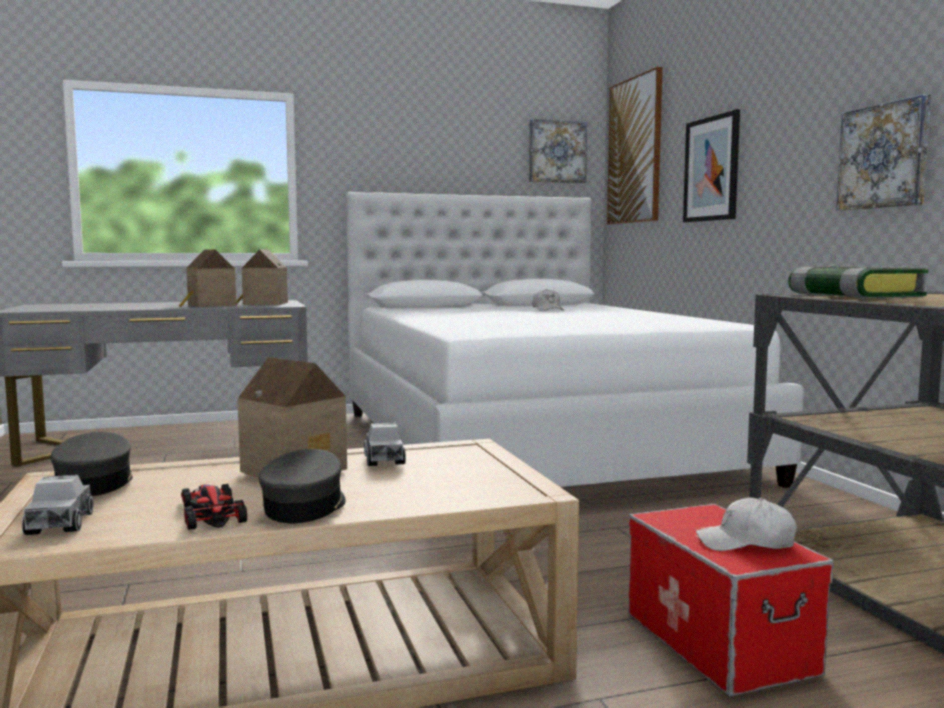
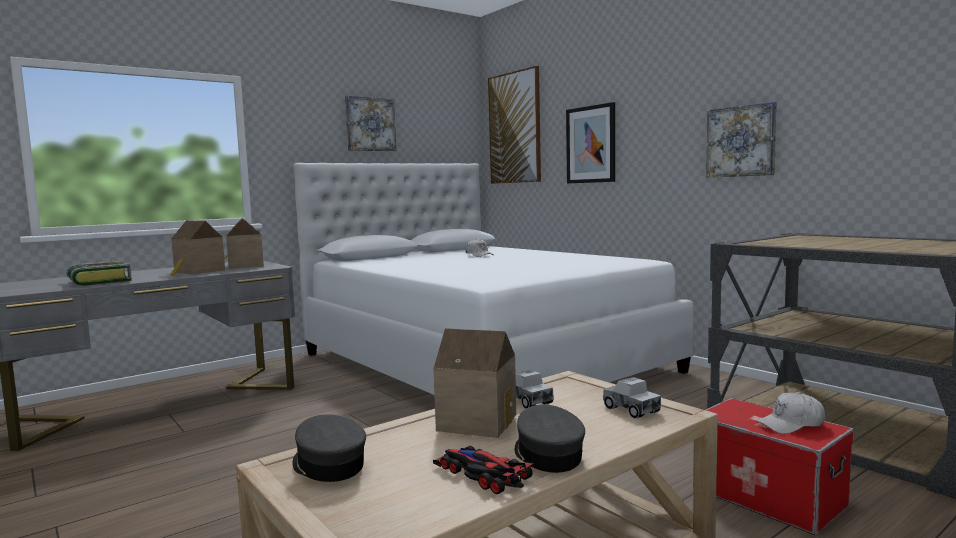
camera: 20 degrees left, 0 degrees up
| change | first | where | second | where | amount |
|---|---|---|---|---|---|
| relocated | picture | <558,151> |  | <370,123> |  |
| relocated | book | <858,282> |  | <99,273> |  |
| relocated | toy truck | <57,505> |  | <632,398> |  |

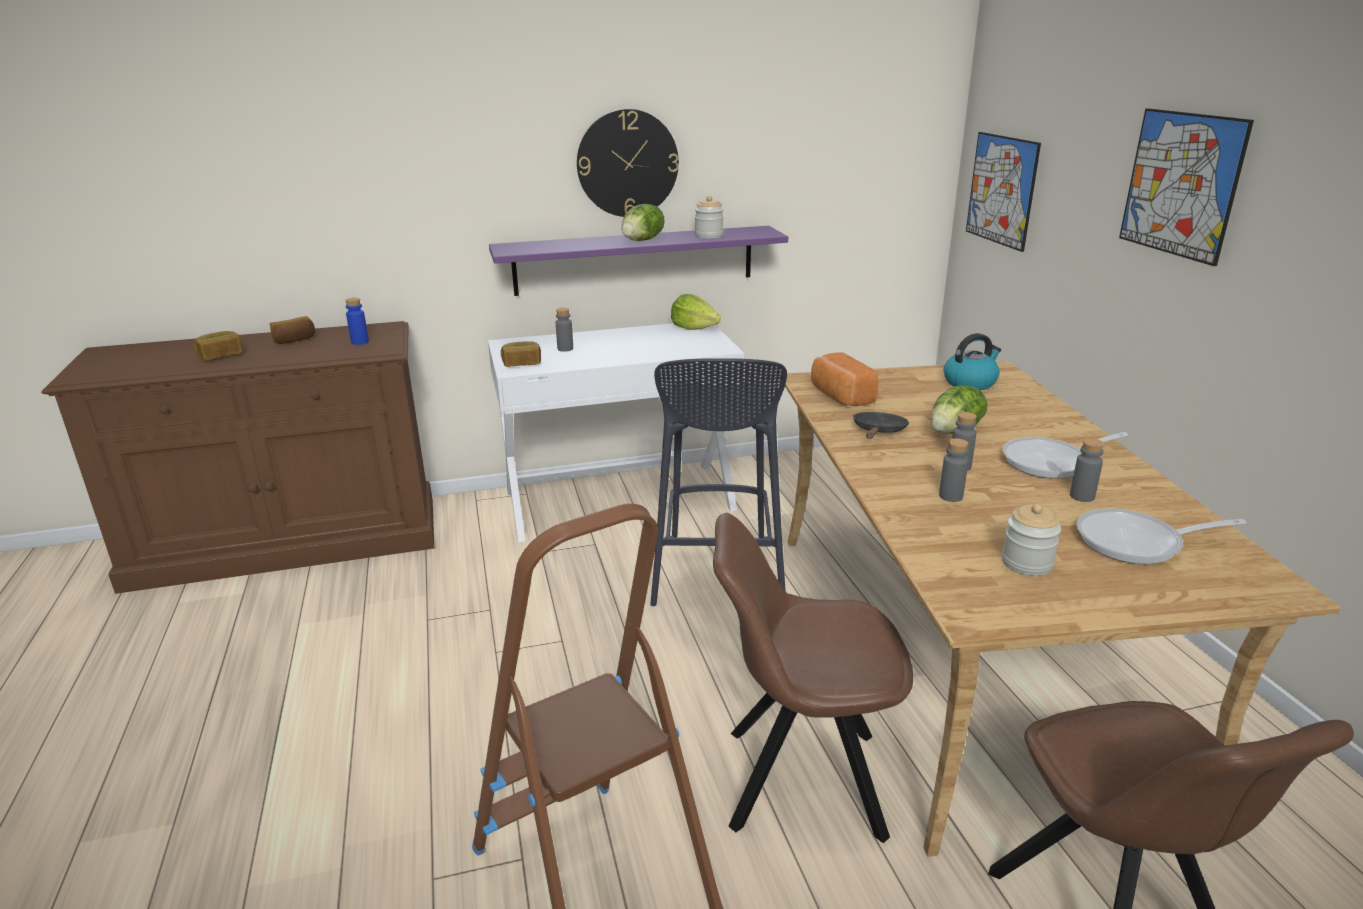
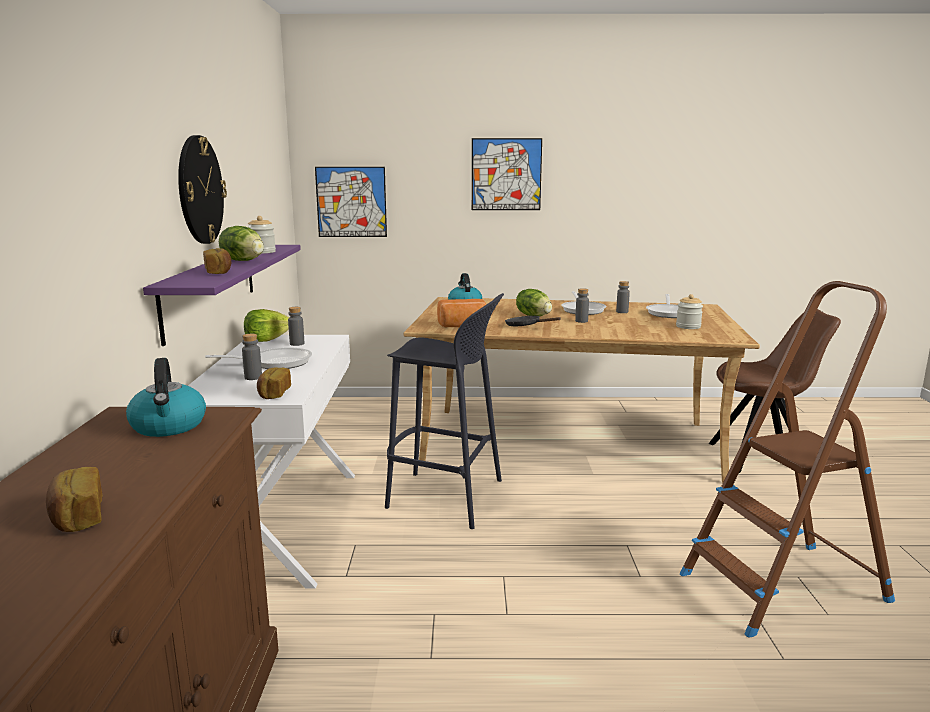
camera: 75 degrees left, 10 degrees down
| change | first | where | second | where | amount |
|---|---|---|---|---|---|
| exchanged | blue bottle | <357,321> | kettle | <166,397> |  |
| relocated | bread | <292,330> |  | <217,261> |  |
| relocated | grey bottle | <953,470> |  | <296,326> |  |
| missing | brown chair | <813,678> |  |  |  |
| appeared |  |  | frying pan | <258,358> |  |

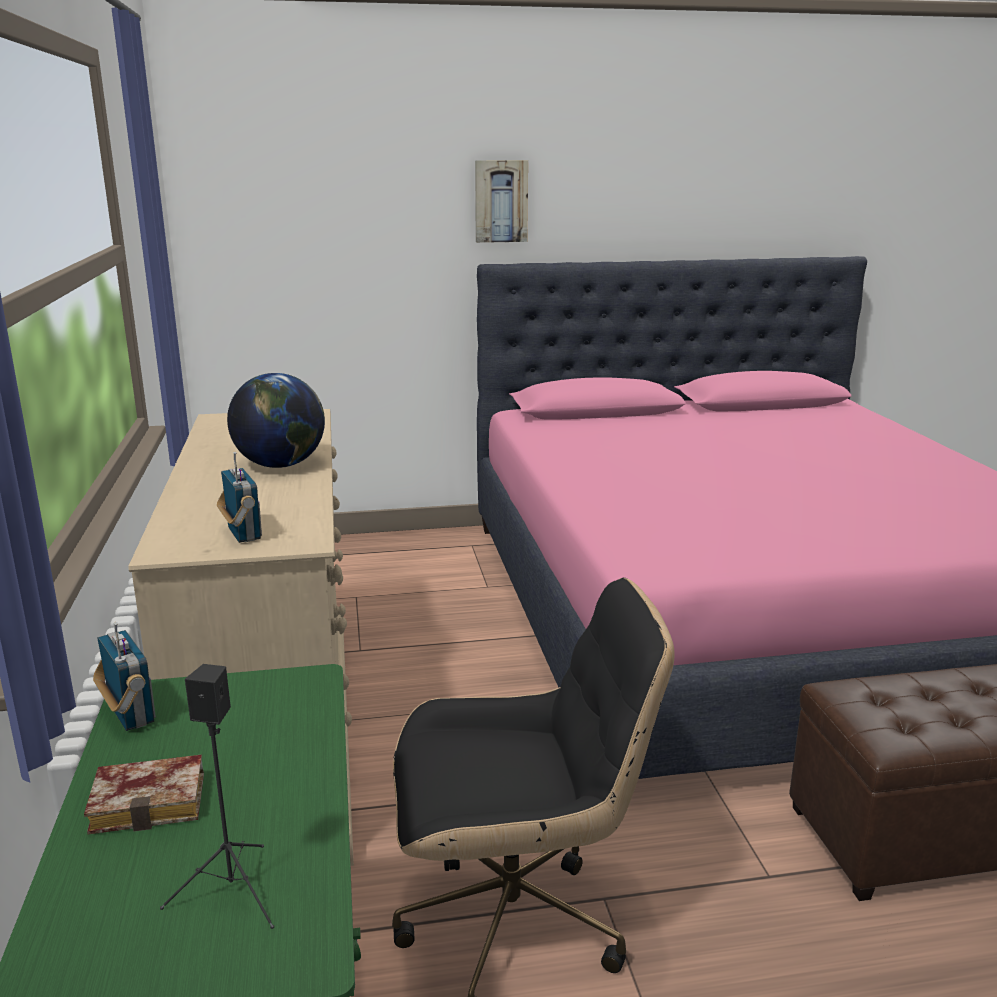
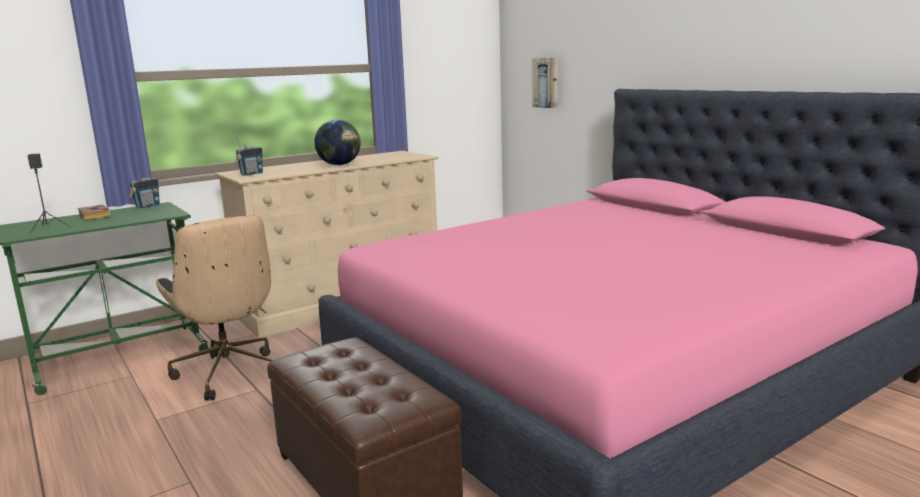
camera: 65 degrees right, 5 degrees down
| change | first | where | second | where | amount |
|---|---|---|---|---|---|
| relocated | picture | <501,201> |  | <545,83> |  |

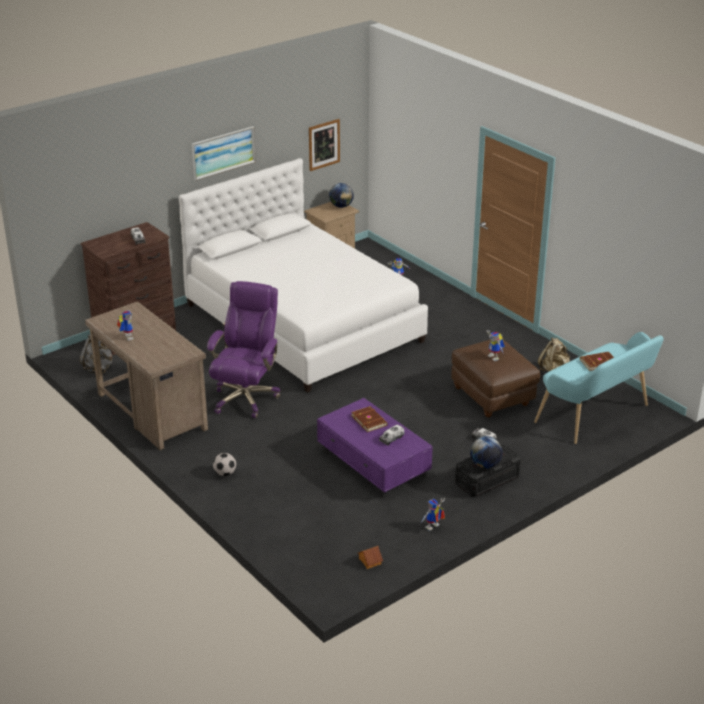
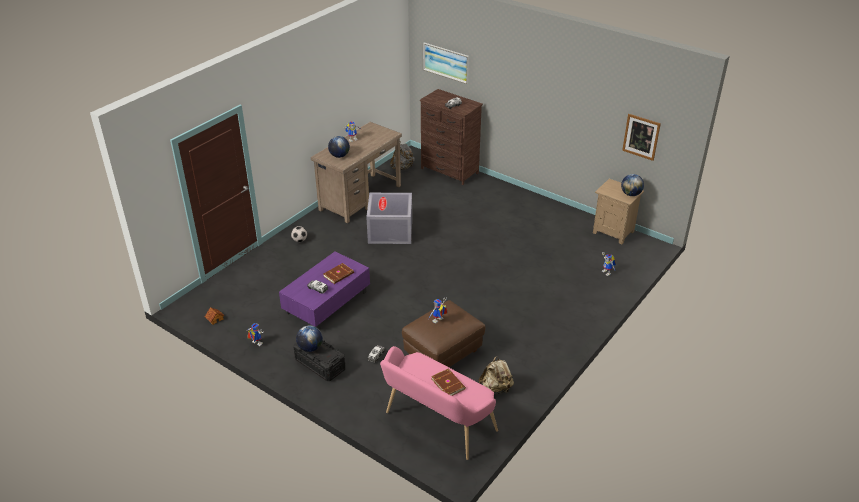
camera: 75 degrees right, 5 degrees up
| change | first | where | second | where | amount |
|---|---|---|---|---|---|
| relocated | picture | <224,153> |  | <446,63> |  |
| missing | white bed | <303,275> |  |  |  |
| exchanged | purple office chair | <243,349> | grey storage box | <389,218> |  |
| colour | turquoise bench | <599,388> | pink bench | <439,403> |  |
| appeared |  |  | globe | <339,147> |  |

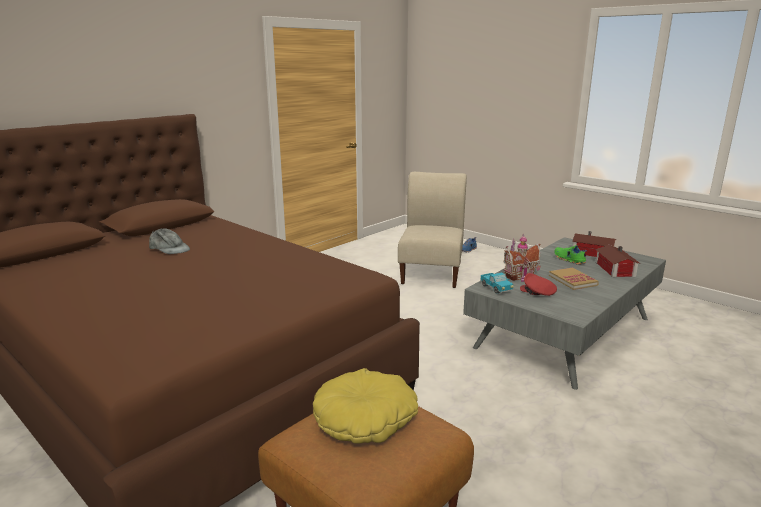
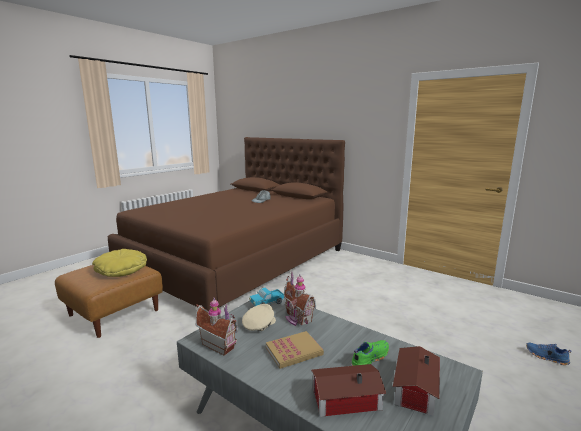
camera: 85 degrees right, 5 degrees down
| change | first | where | second | where | amount |
|---|---|---|---|---|---|
| missing | beige chair | <432,230> |  |  |  |
| colour | red cap | <538,284> | beige cap | <259,317> |  |
| appeared |  |  | toy house | <217,326> |  |

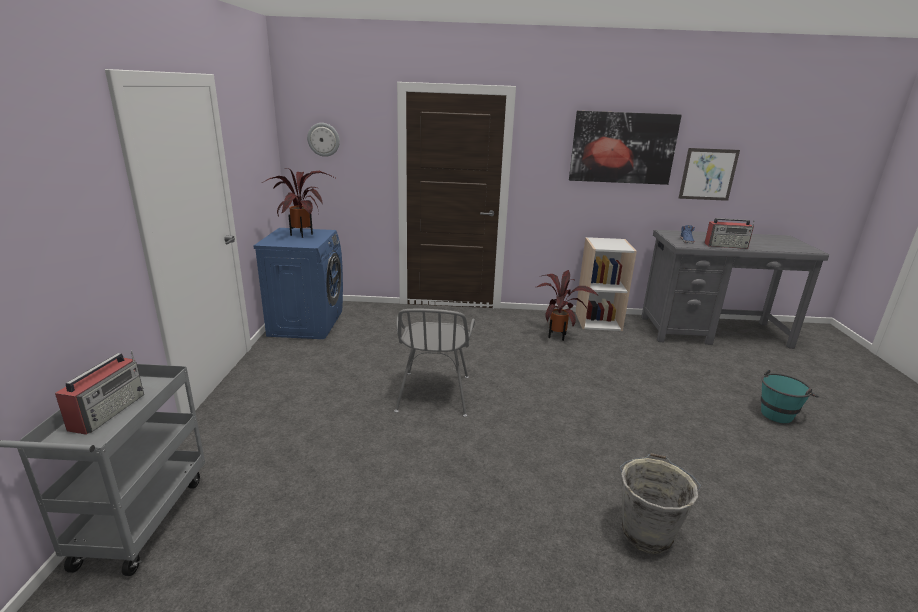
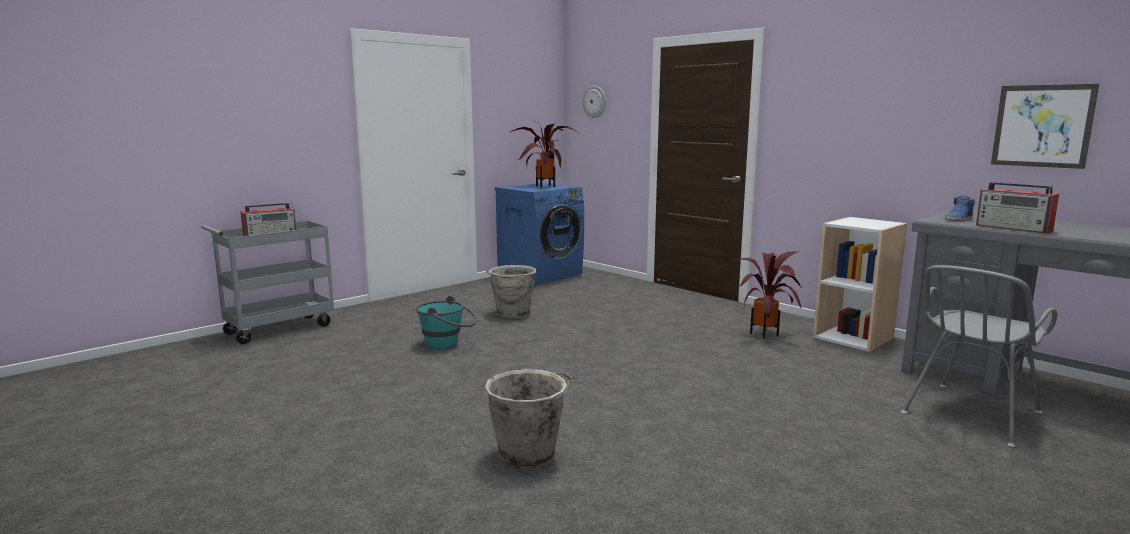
camera: 45 degrees right, 10 degrees down
| change | first | where | second | where | amount |
|---|---|---|---|---|---|
| missing | picture | <625,148> |  |  |  |
| relocated | grey chair | <434,363> |  | <979,356> |  |
| relocated | turquoise bucket | <790,396> |  | <446,322> |  |
| appeared |  |  | grey bucket | <511,291> |  |

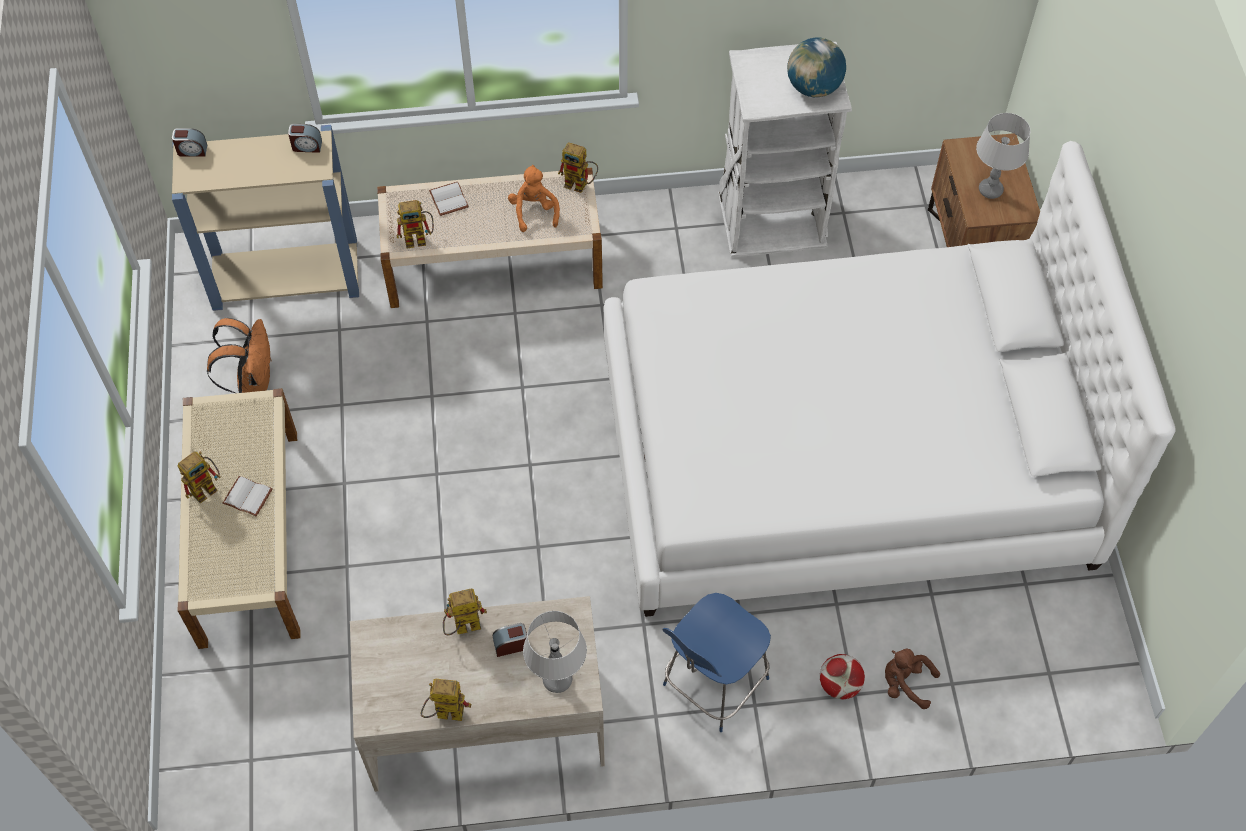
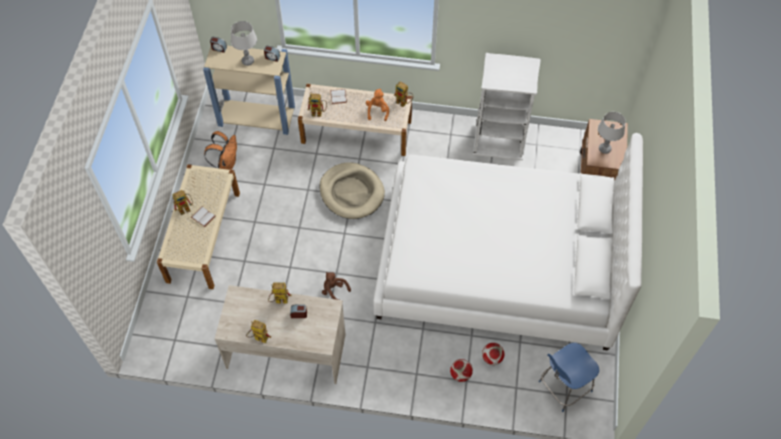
camera: 15 degrees right, 0 degrees up
| change | first | where | second | where | amount |
|---|---|---|---|---|---|
| missing | globe | <816,67> |  |  |  |
| relocated | blue chair | <716,662> |  | <569,377> |  |
| relocated | grey table lamp | <555,652> |  | <244,43> |  |
| relocated | brown plush toy | <912,679> |  | <336,286> |  |
| appeared |  |  | beige dog bed | <352,190> |  |
| appeared |  |  | football | <493,354> |  |

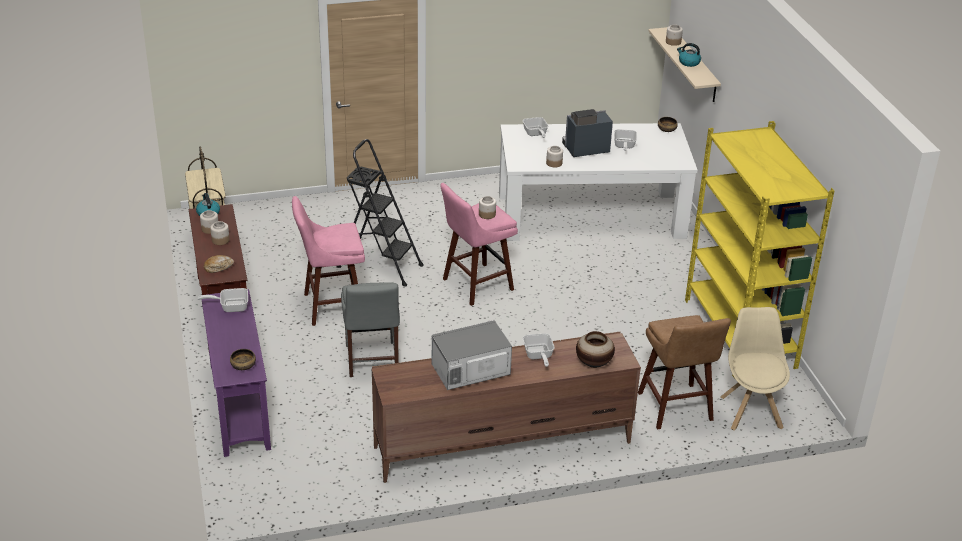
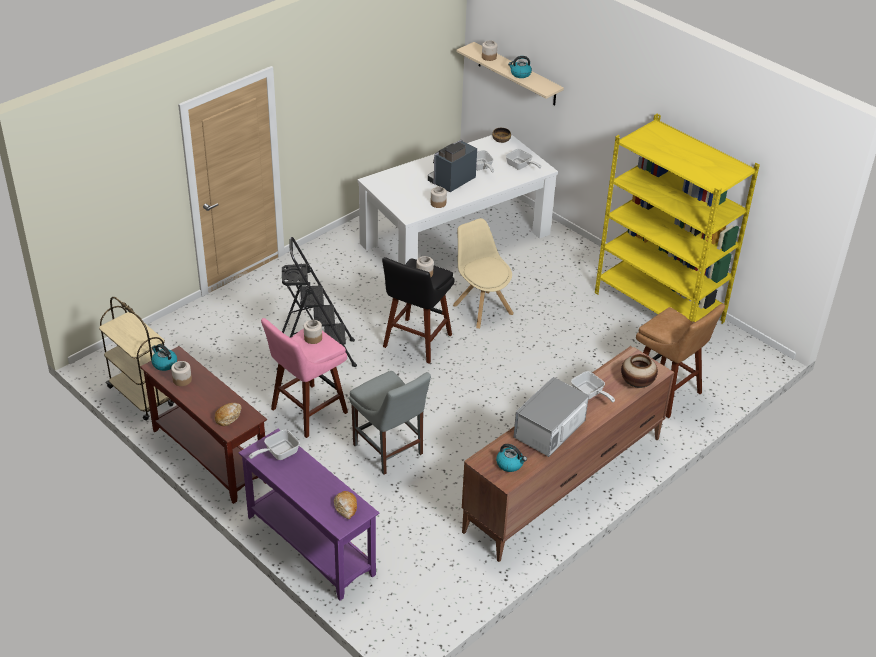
camera: 30 degrees left, 5 degrees up
| change | first | where | second | where | amount |
|---|---|---|---|---|---|
| relocated | frying pan | <535,127> |  | <523,159> |  |
| colour | pink stool | <479,244> | black stool | <418,310> |  |
| relocated | jar | <220,233> |  | <313,332> |  |
| relocated | beige chair | <755,369> |  | <483,273> |  |
| exchanged | bowl | <243,359> | bread | <345,505> |  |
| appeared |  |  | kettle | <511,458> |  |

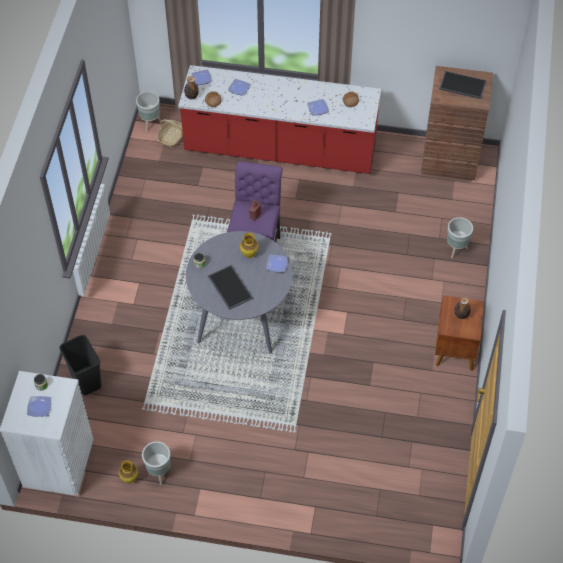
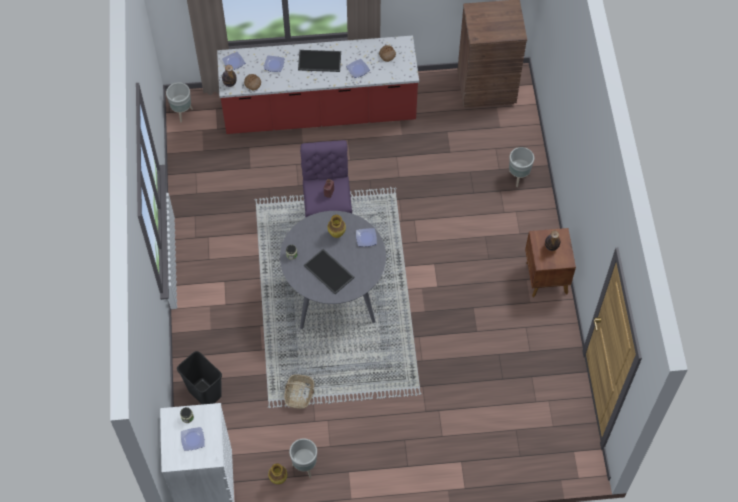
camera: 15 degrees left, 5 degrees up
| change | first | where | second | where | amount |
|---|---|---|---|---|---|
| relocated | tray | <463,85> |  | <319,61> |  |
| relocated | basket | <170,133> |  | <299,391> |  |

